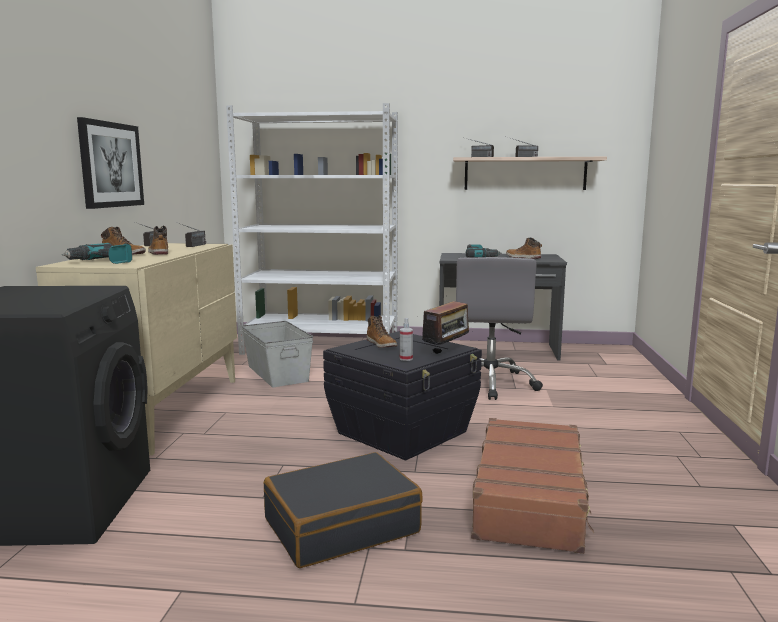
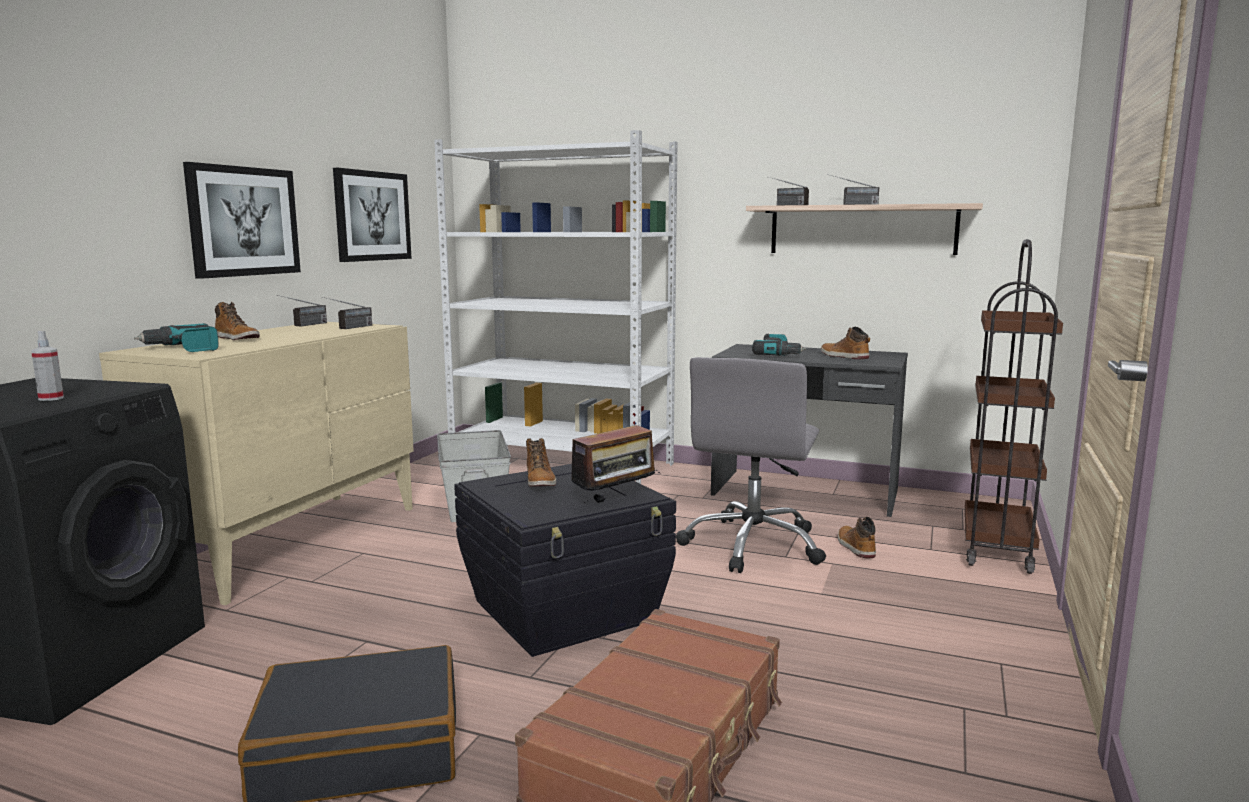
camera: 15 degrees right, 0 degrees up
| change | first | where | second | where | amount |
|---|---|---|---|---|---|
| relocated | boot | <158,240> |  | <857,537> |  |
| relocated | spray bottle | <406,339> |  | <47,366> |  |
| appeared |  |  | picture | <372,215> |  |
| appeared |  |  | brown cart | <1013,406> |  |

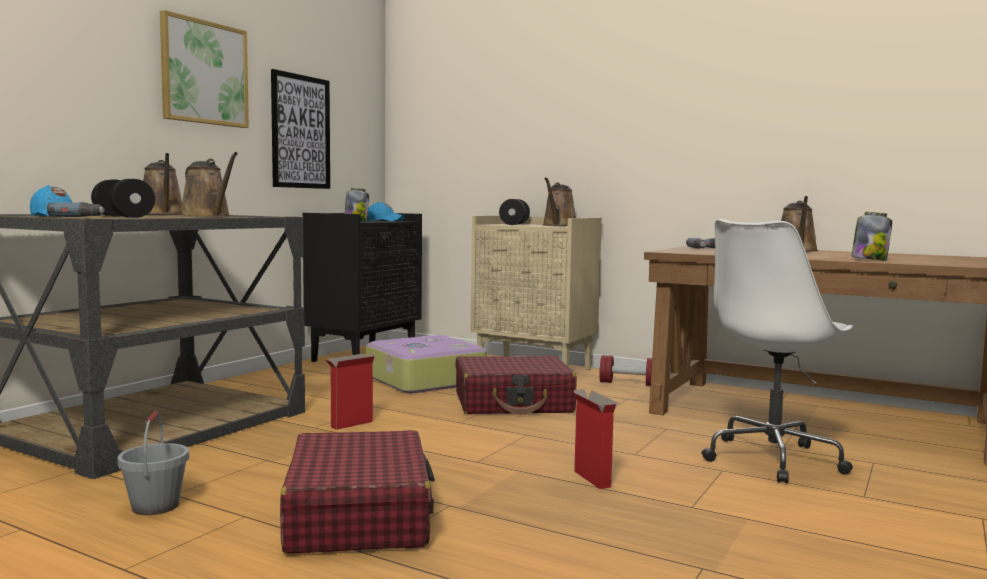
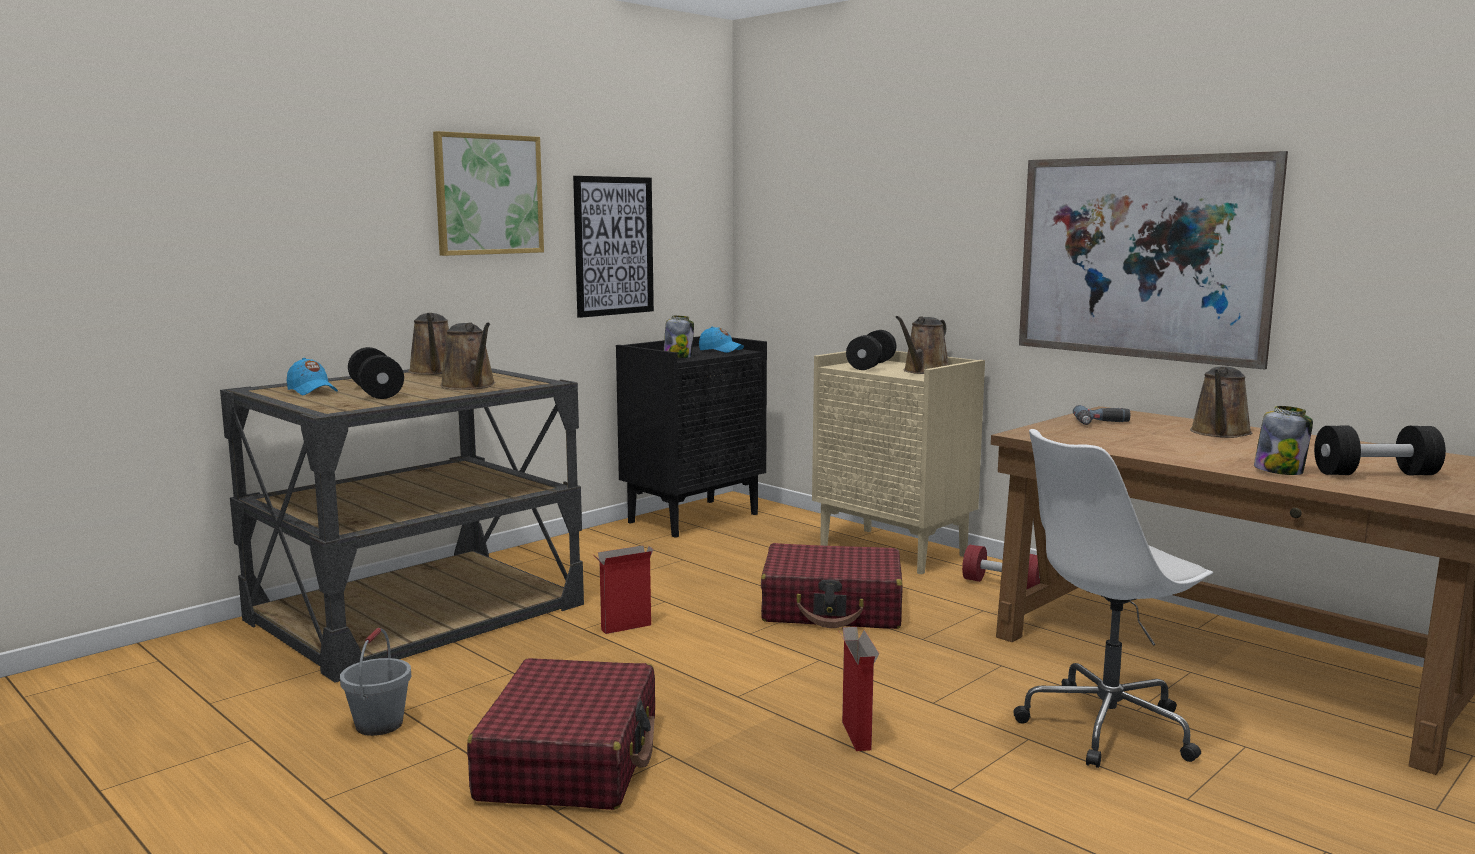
camera: 15 degrees right, 5 degrees up
| change | first | where | second | where | amount |
|---|---|---|---|---|---|
| missing | power drill | <76,209> |  |  |  |
| missing | suitcase | <426,364> |  |  |  |
| appeared |  |  | picture | <1153,260> |  |
| appeared |  |  | black dumbbell | <1380,450> |  |

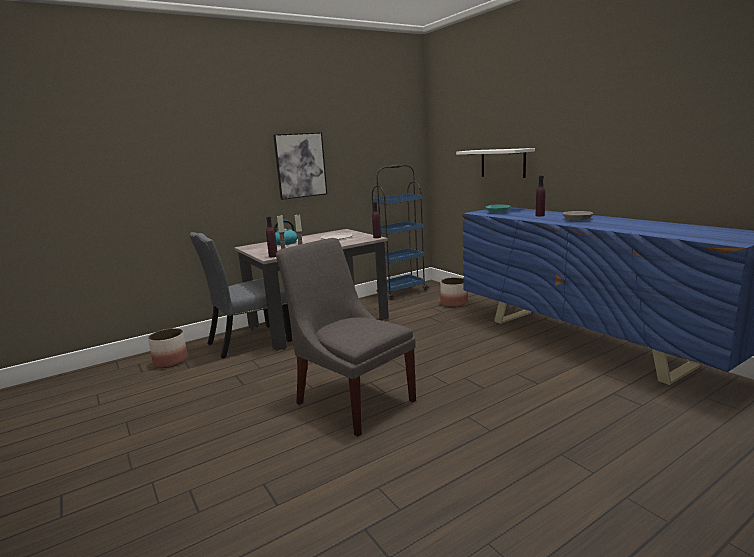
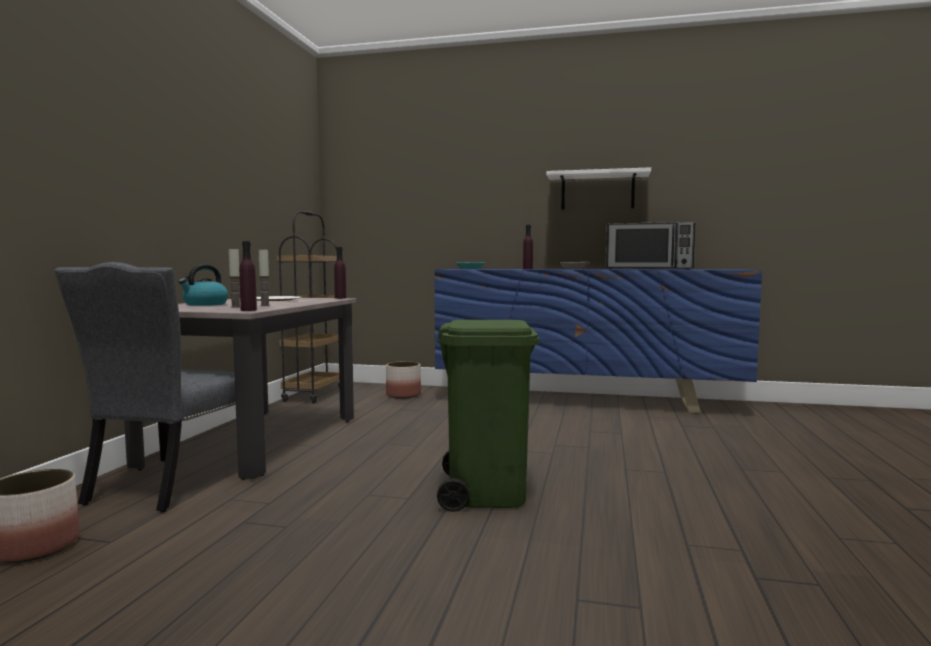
camera: 45 degrees left, 10 degrees down
| change | first | where | second | where | amount |
|---|---|---|---|---|---|
| missing | picture | <300,166> |  |  |  |
| relocated | white shelf | <495,163> |  | <598,188> |  |
| colour | blue cart | <400,232> | brown cart | <308,307> |  |
| exchanged | grey chair | <346,337> | green trash can | <488,416> |  |
| appeared |  |  | microwave | <650,246> |  |

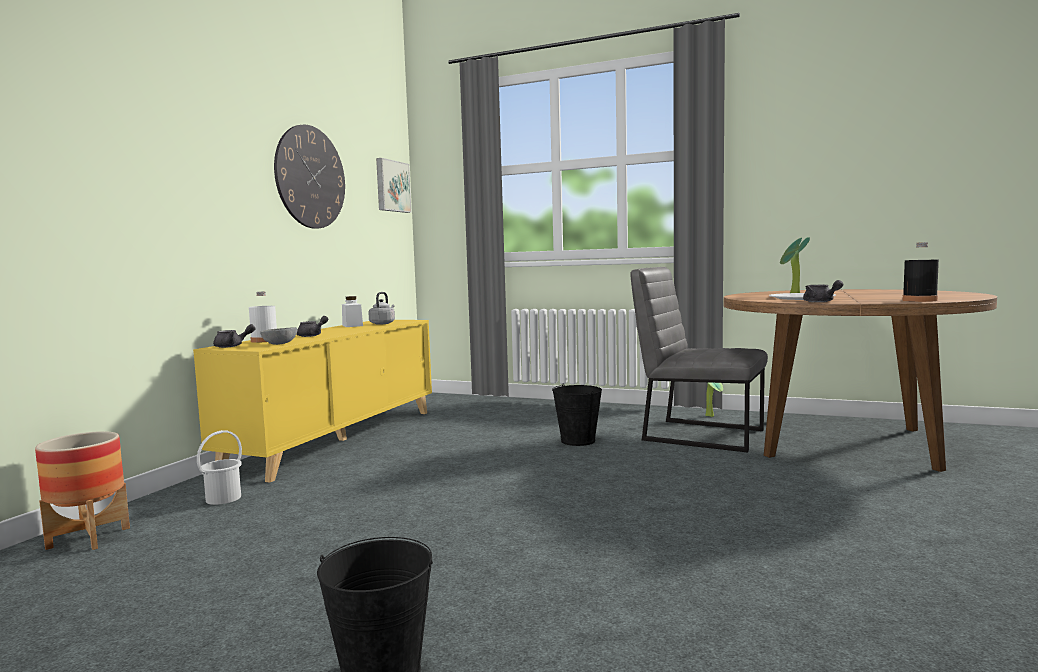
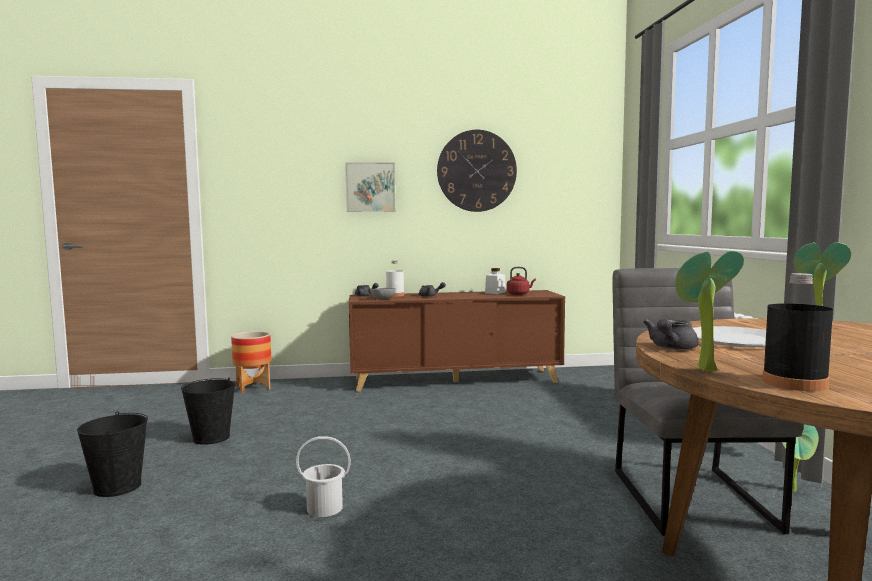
camera: 60 degrees right, 0 degrees up
| change | first | where | second | where | amount |
|---|---|---|---|---|---|
| relocated | picture | <394,185> |  | <370,187> |  |
| colour | grey kettle | <381,308> | red kettle | <521,281> |  |
| colour | yellow cabinet | <312,401> | brown cabinet | <457,341> |  |
| relocated | black bucket | <577,414> |  | <208,411> |  |
| relocated | white bucket | <219,467> |  | <323,476> |  |
| appeared |  |  | potted plant | <710,311> |  |

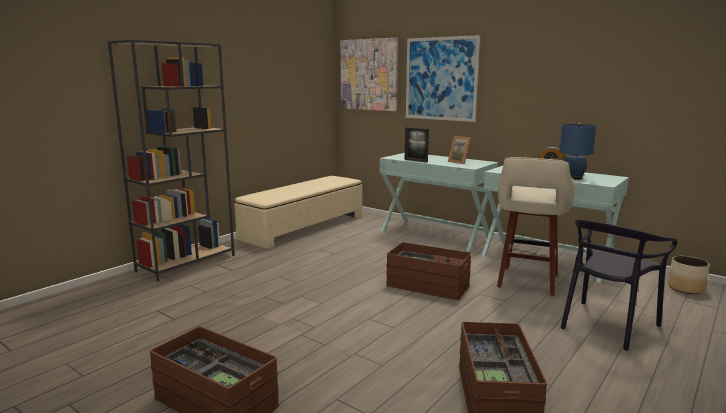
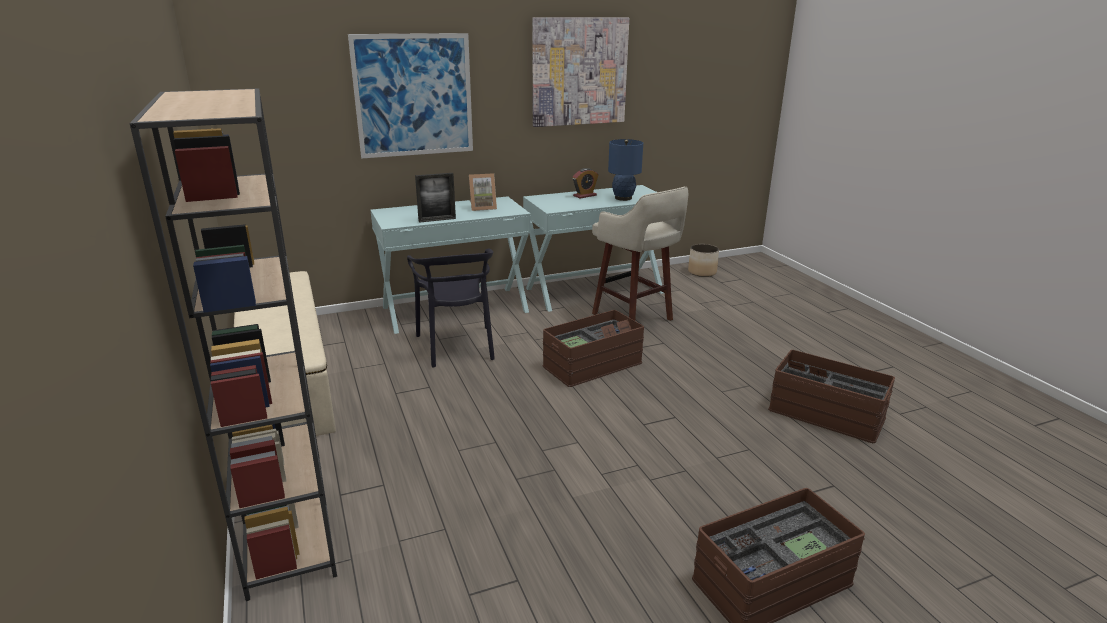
camera: 60 degrees left, 10 degrees up
| change | first | where | second | where | amount |
|---|---|---|---|---|---|
| relocated | picture | <369,74> |  | <580,72> |  |
| relocated | black chair | <619,285> |  | <451,308> |  |

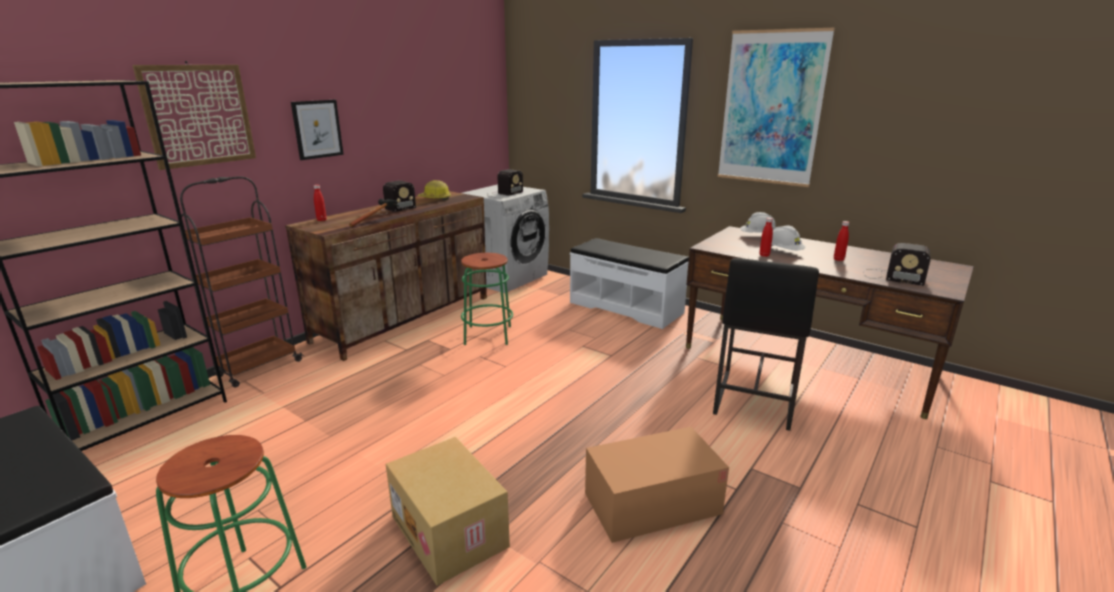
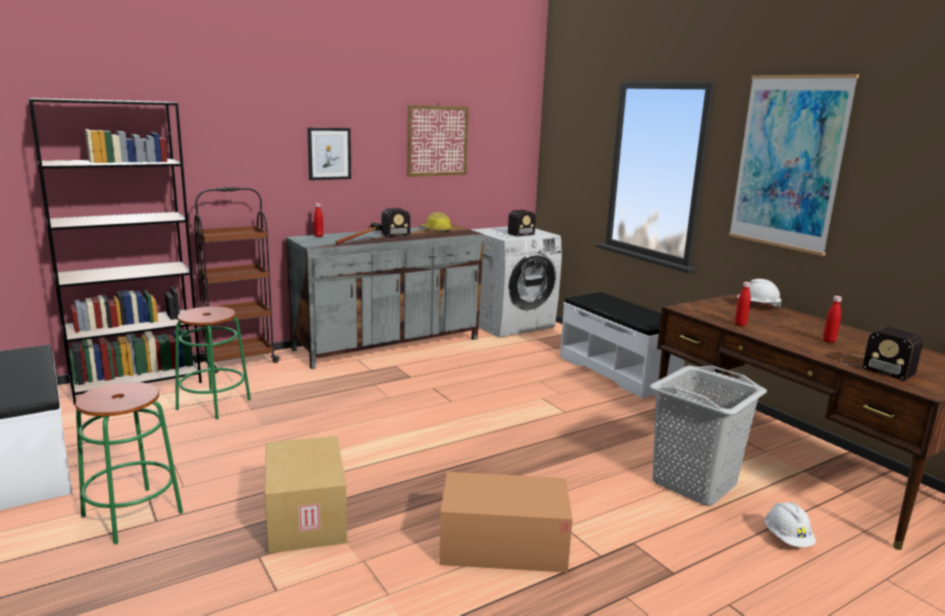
camera: 20 degrees right, 5 degrees down
| change | first | where | second | where | amount |
|---|---|---|---|---|---|
| relocated | picture | <194,115> |  | <438,140> |  |
| colour | brown cabinet | <386,276> | grey cabinet | <385,296> |  |
| relocated | white hard hat | <788,237> |  | <790,524> |  |
| relocated | green stool | <487,299> |  | <213,363> |  |
| exchanged | black stool | <766,344> | grey laundry basket | <708,435> |  |

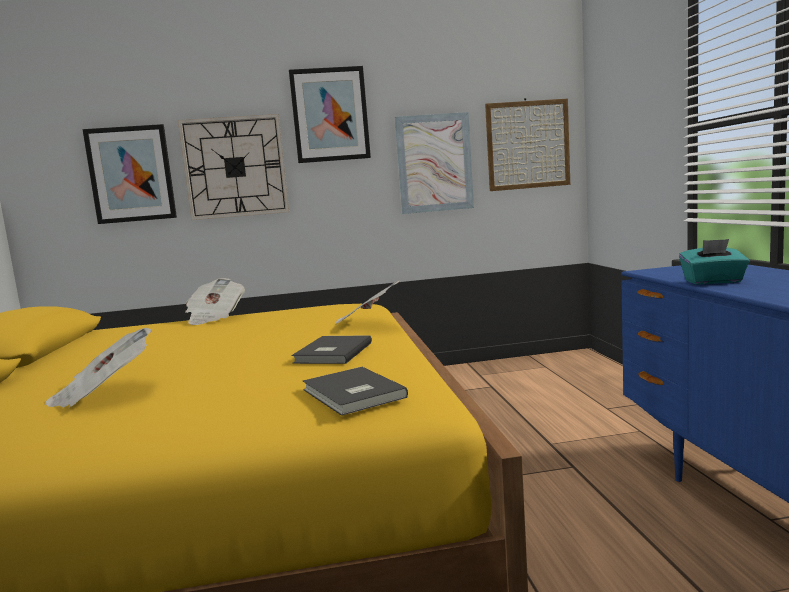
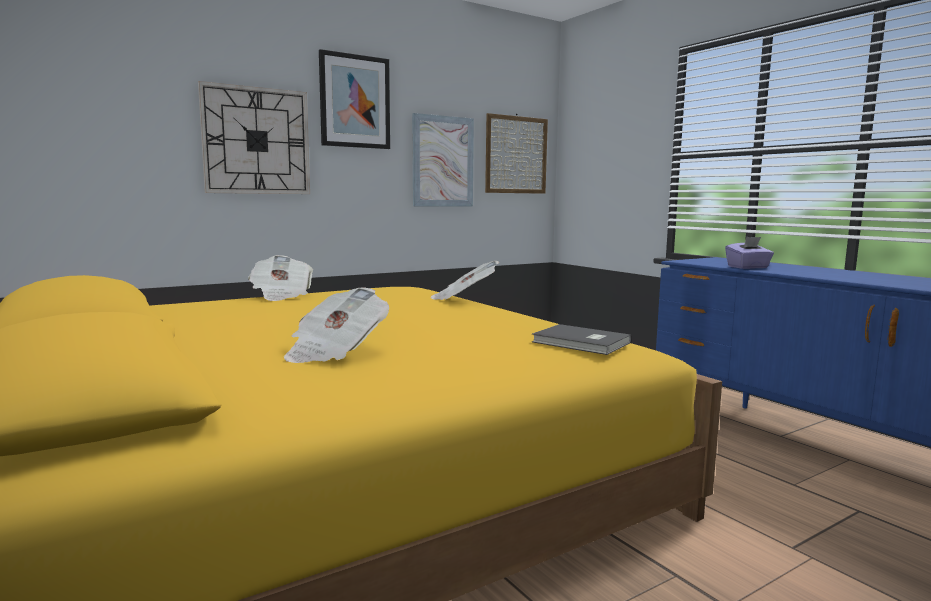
camera: 25 degrees left, 0 degrees up
| change | first | where | second | where | amount |
|---|---|---|---|---|---|
| missing | picture | <129,174> |  |  |  |
| colour | turquoise tissue box | <714,262> | purple tissue box | <749,253> |  |
| missing | grey book | <332,349> |  |  |  |

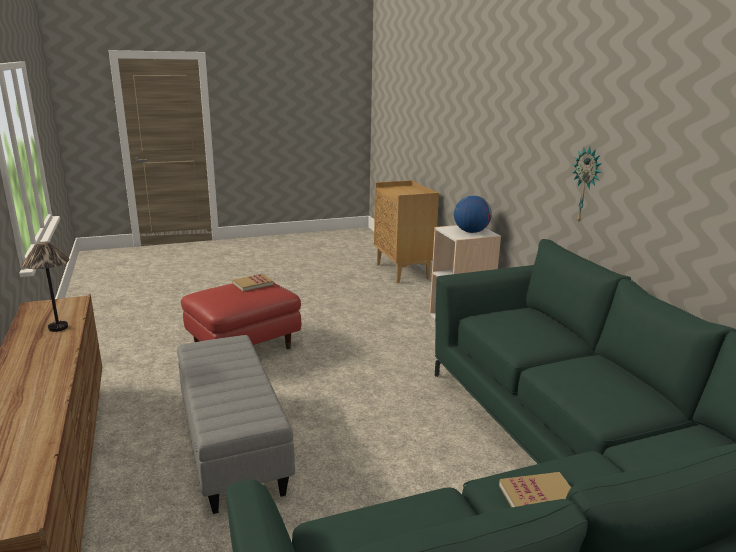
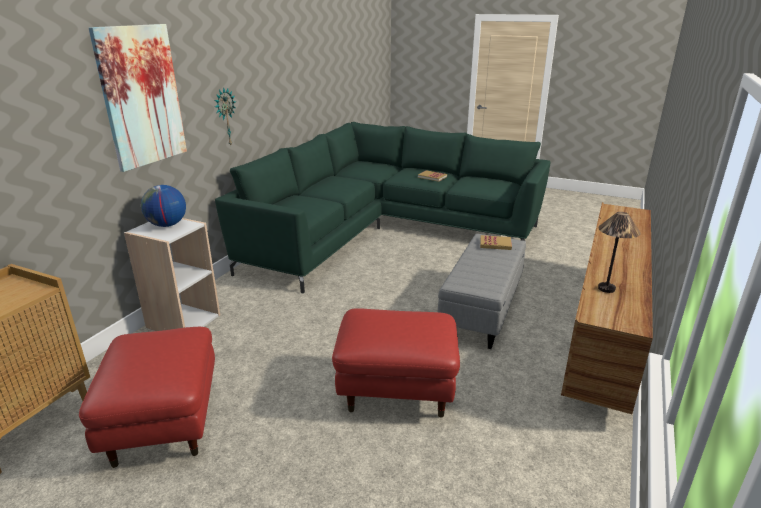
camera: 135 degrees left, 5 degrees up
| change | first | where | second | where | amount |
|---|---|---|---|---|---|
| relocated | book | <253,283> |  | <496,242> |  |
| appeared |  |  | picture | <138,98> |  |
| appeared |  |  | red ottoman | <147,397> |  |

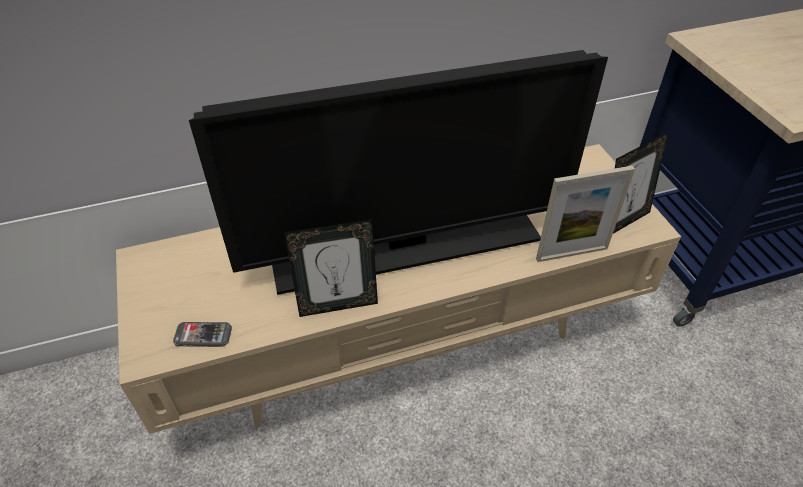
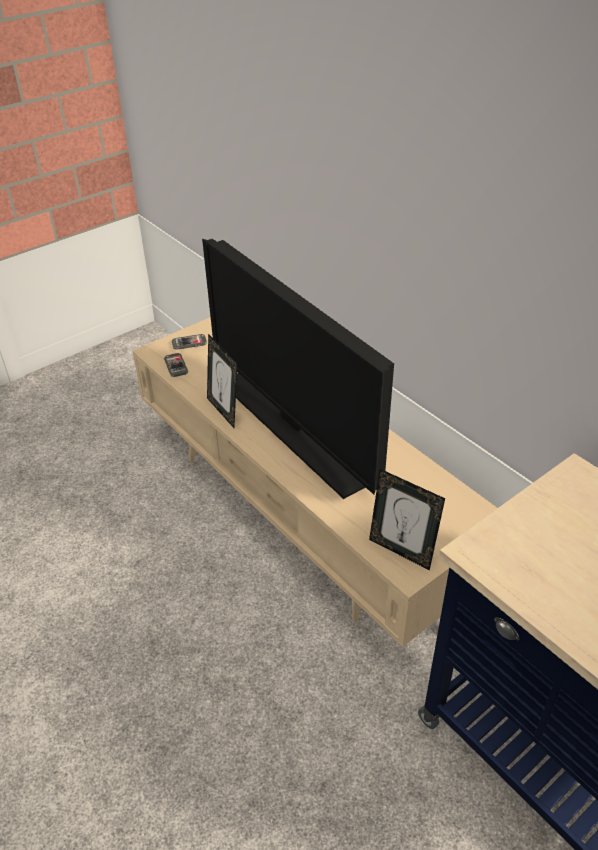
camera: 70 degrees right, 5 degrees down
| change | first | where | second | where | amount |
|---|---|---|---|---|---|
| missing | picture frame | <585,214> |  |  |  |
| appeared |  |  | phone | <189,342> |  |

